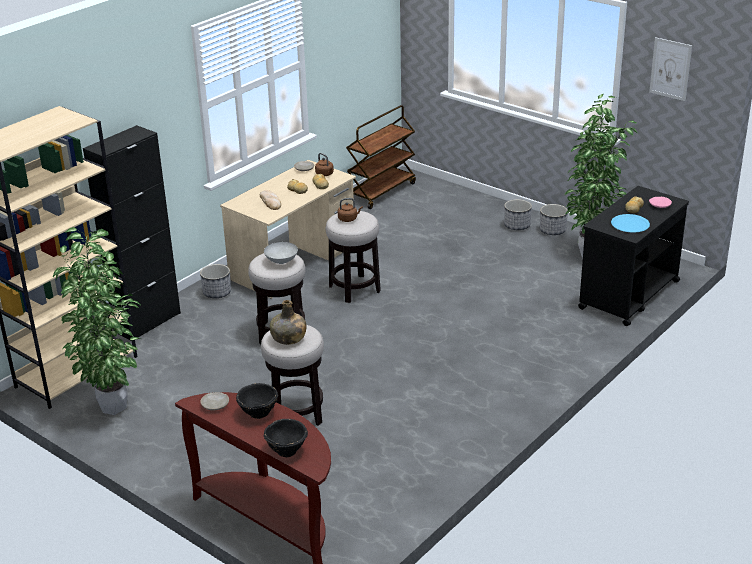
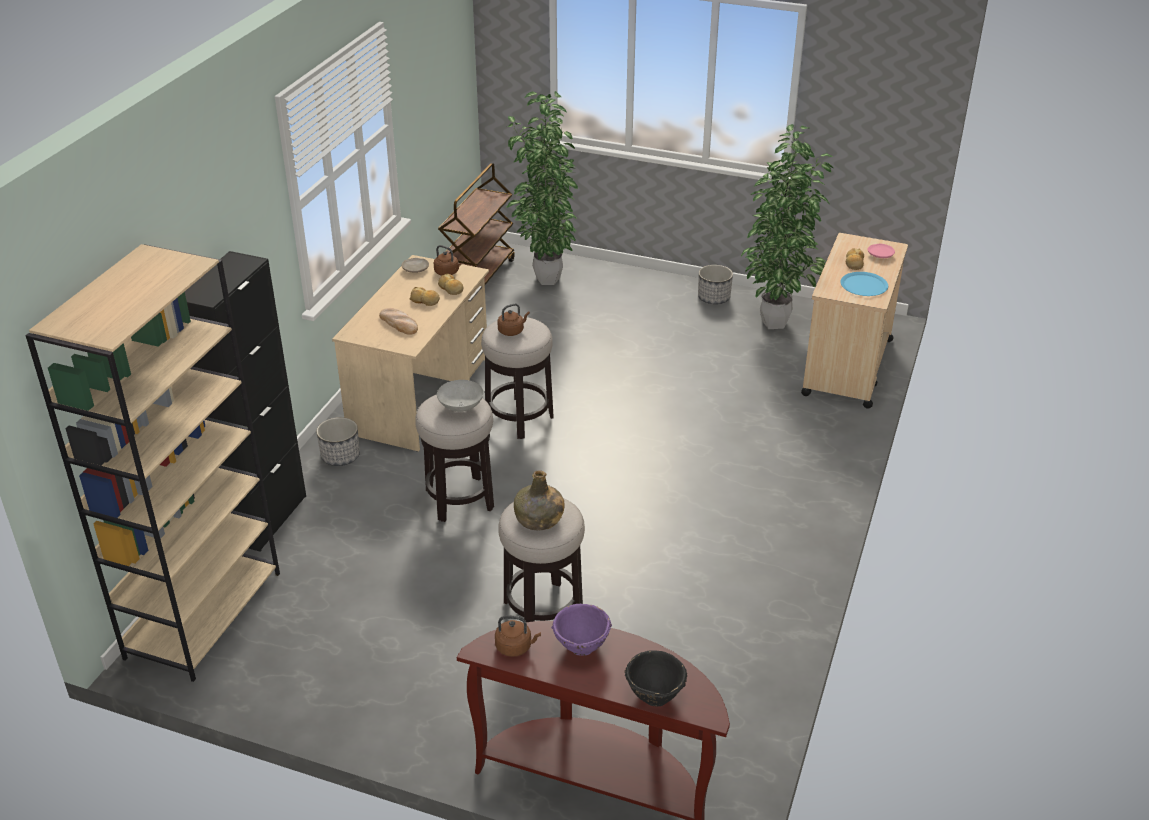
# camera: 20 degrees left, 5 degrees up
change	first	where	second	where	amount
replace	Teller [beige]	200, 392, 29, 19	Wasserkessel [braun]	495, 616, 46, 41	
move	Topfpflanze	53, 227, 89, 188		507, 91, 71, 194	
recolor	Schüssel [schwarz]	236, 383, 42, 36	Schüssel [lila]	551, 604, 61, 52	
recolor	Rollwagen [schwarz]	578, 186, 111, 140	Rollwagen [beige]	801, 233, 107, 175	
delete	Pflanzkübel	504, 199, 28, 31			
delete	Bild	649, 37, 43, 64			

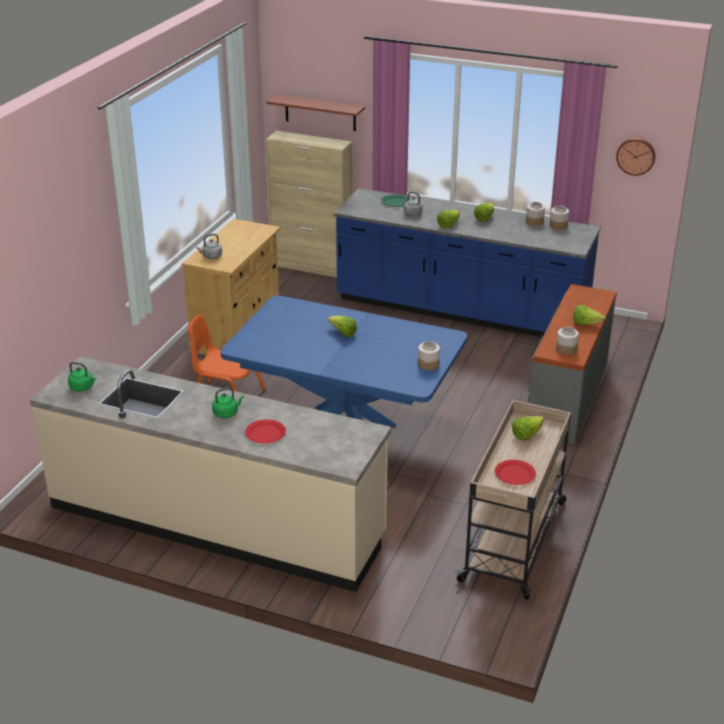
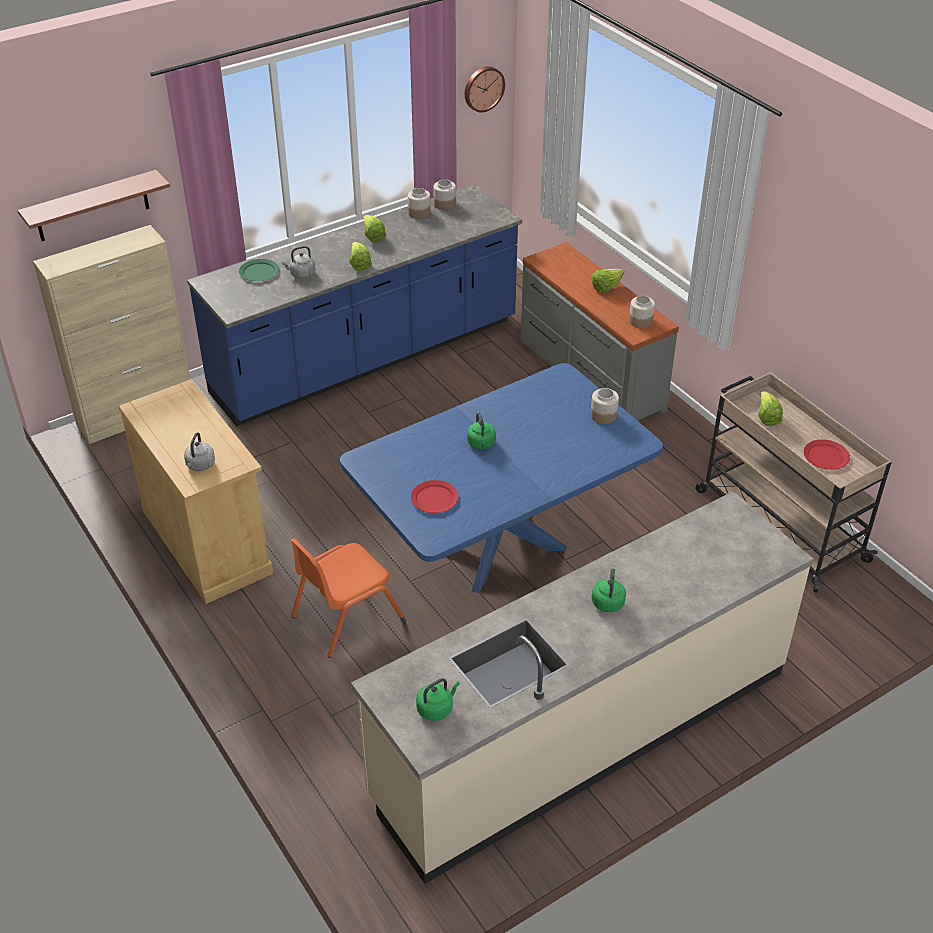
# camera: 55 degrees left, 10 degrees up
change	first	where	second	where	amount
move	Teller [rot]	245, 420, 41, 23		411, 480, 48, 33	
replace	Salatkopf	327, 316, 30, 21	Wasserkessel [grün]	467, 412, 29, 37	

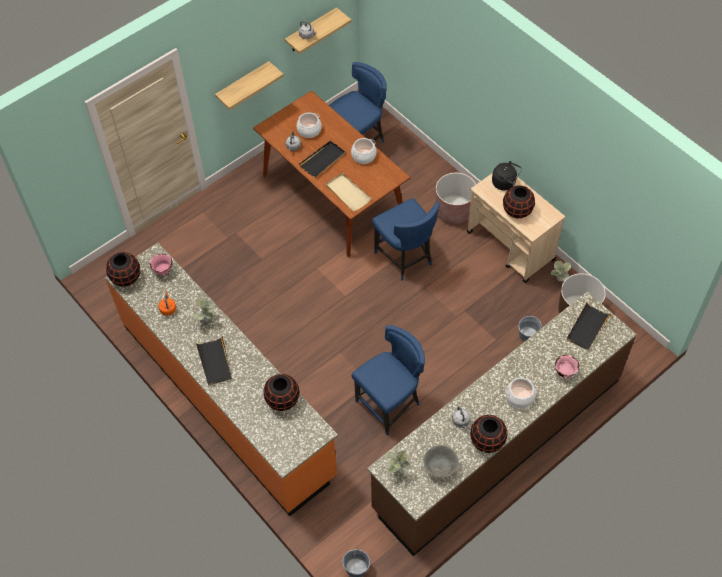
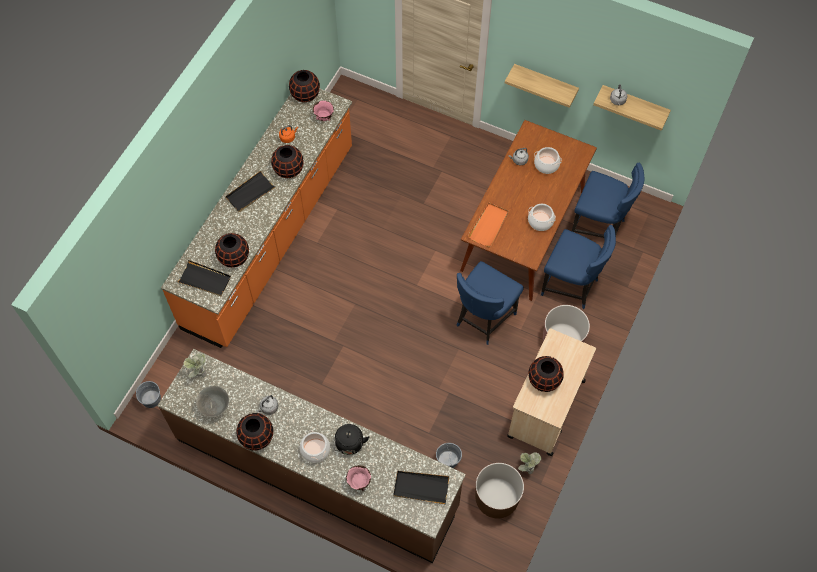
# camera: 65 degrees right, 5 degrees up
change	first	where	second	where	amount
move	Tablett [schwarz]	299, 141, 46, 36		178, 260, 53, 36	
replace	Topfpflanze	192, 297, 23, 26	Vase [schwarz]	271, 145, 33, 33	
move	Wasserkessel [schwarz]	492, 161, 29, 30		334, 424, 35, 31	
recolor	Tablett [beige]	326, 173, 46, 38	Tablett [orange]	468, 203, 40, 44	
move	Stuhl [blau]	351, 325, 74, 111		541, 225, 75, 84	

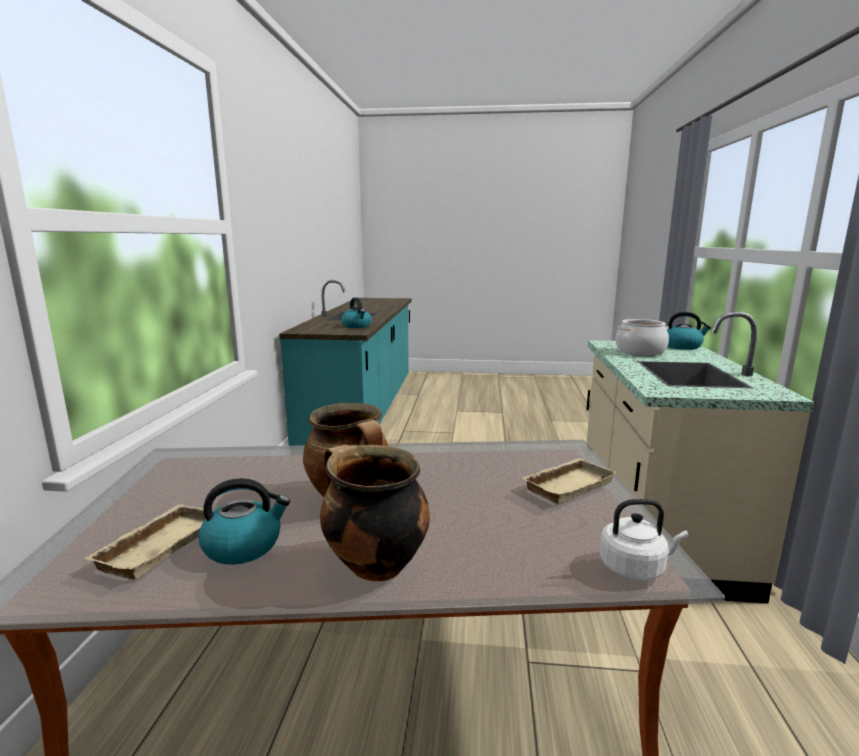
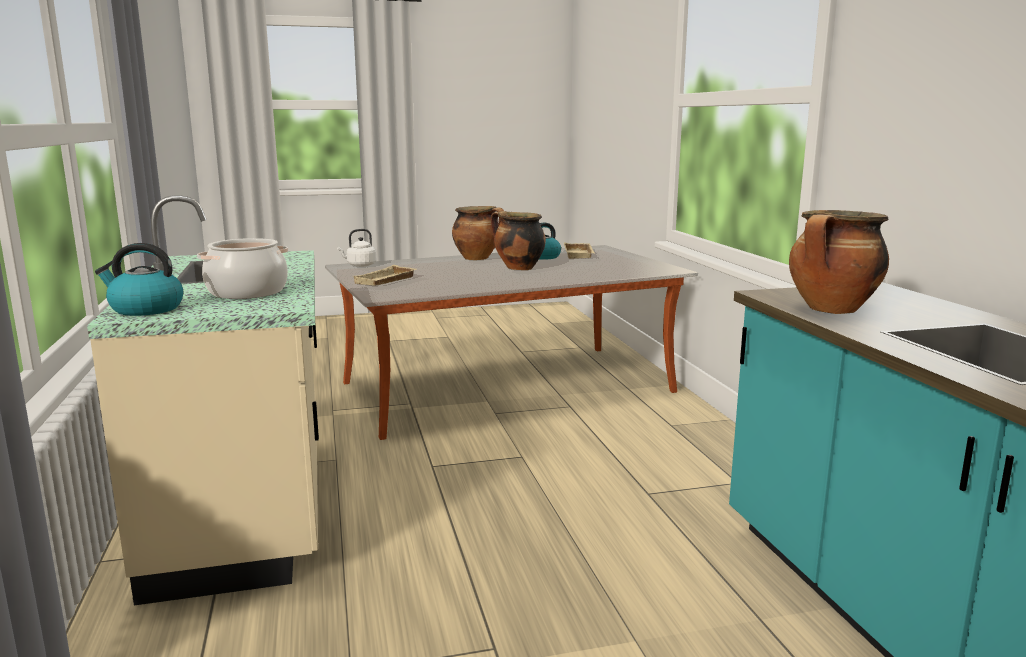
# camera: 160 degrees right, 0 degrees up
change	first	where	second	where	amount
replace	Wasserkessel	341, 298, 31, 30	Kochtopf	789, 210, 100, 104	

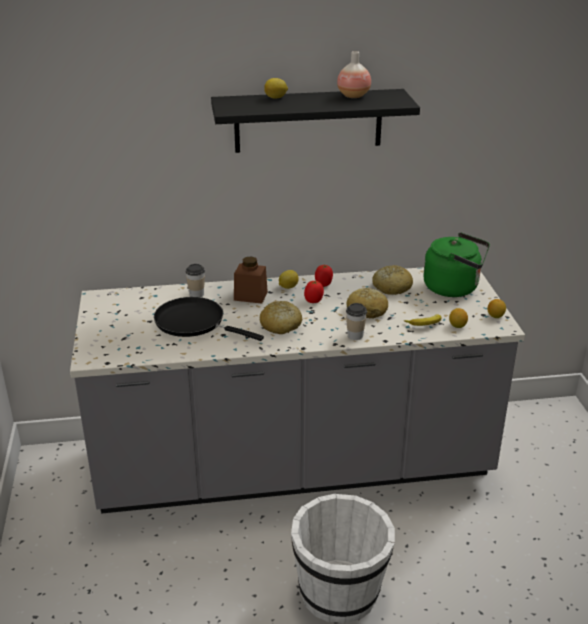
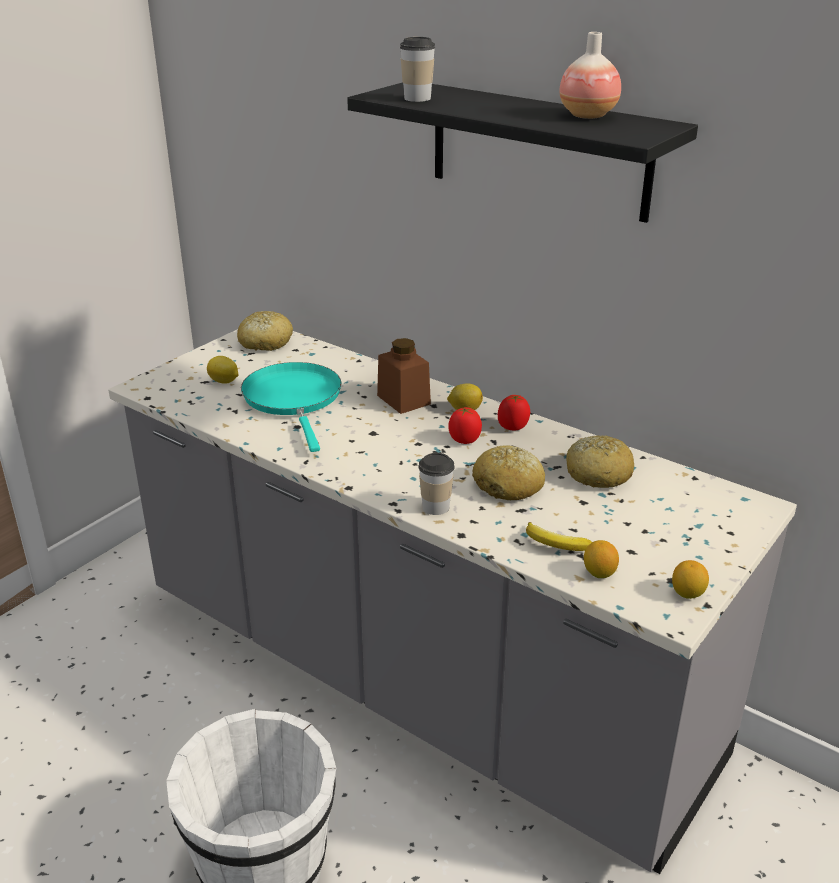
# camera: 45 degrees right, 0 degrees up
change	first	where	second	where	amount
move	Zitrone	264, 78, 24, 21		207, 356, 31, 28	
move	Brot	260, 301, 43, 33		237, 311, 56, 40	
recolor	Pfanne [schwarz]	154, 297, 110, 44	Pfanne [türkis]	241, 362, 100, 90	
move	Tasse	185, 264, 20, 33		400, 37, 35, 65	
delete	Wasserkessel [grün]	423, 232, 67, 65			

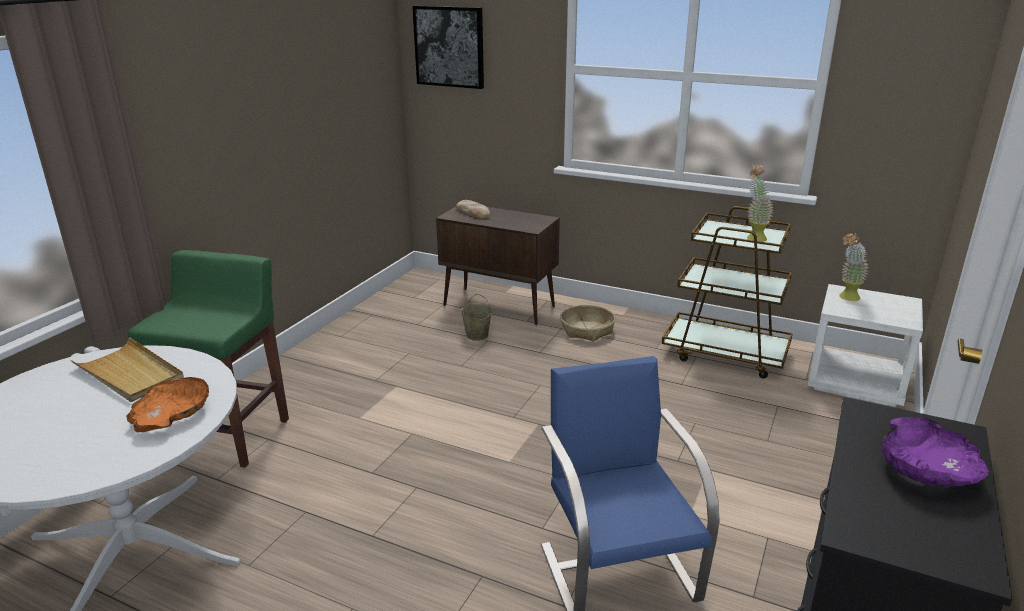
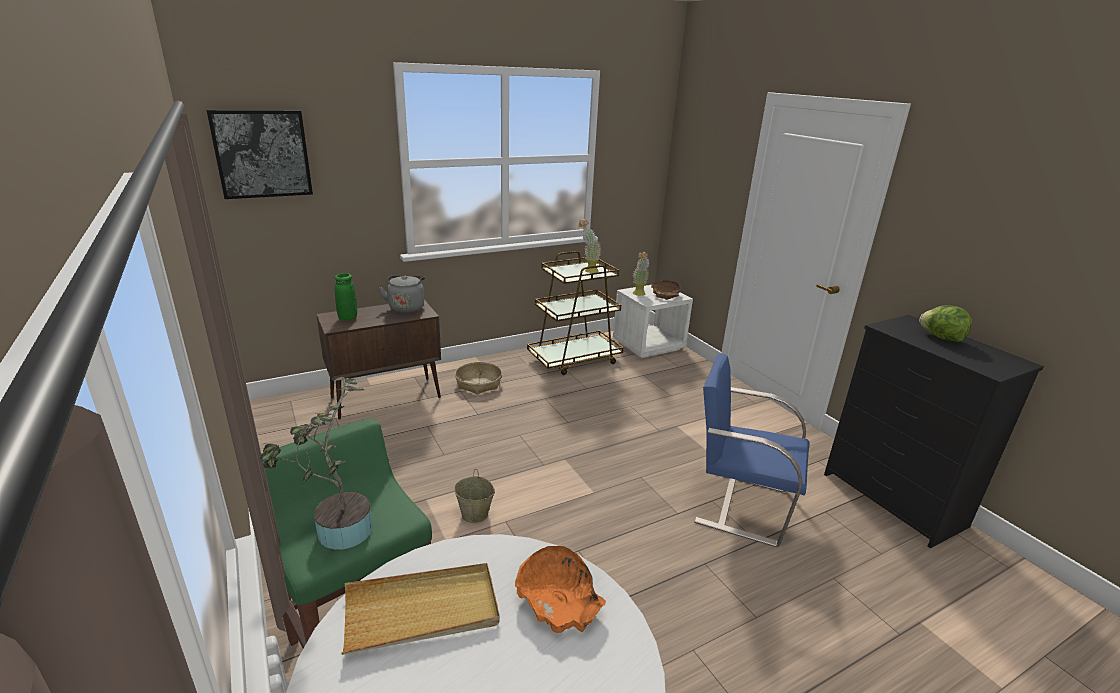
# camera: 55 degrees left, 0 degrees up
change	first	where	second	where	amount
insert			Topfpflanze	260, 377, 113, 173	
replace	Brot	456, 200, 34, 19	Vase [grün]	335, 273, 22, 47	
insert			Wasserkessel [grau]	379, 276, 46, 37	
move	Eimer [beige]	461, 294, 31, 47		454, 469, 41, 54	
insert			Schüssel [braun]	651, 280, 29, 20	
replace	Schüssel [lila]	881, 417, 108, 71	Salatkopf	919, 305, 53, 37	

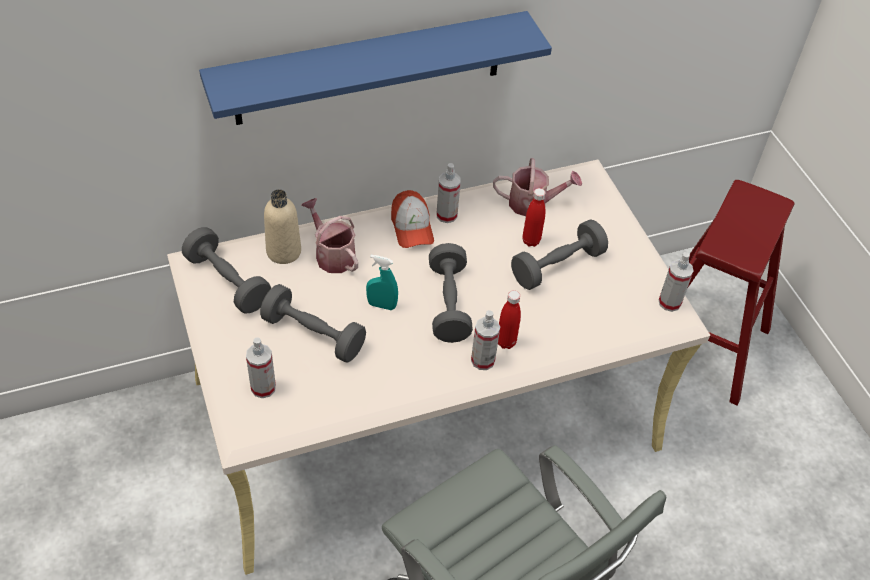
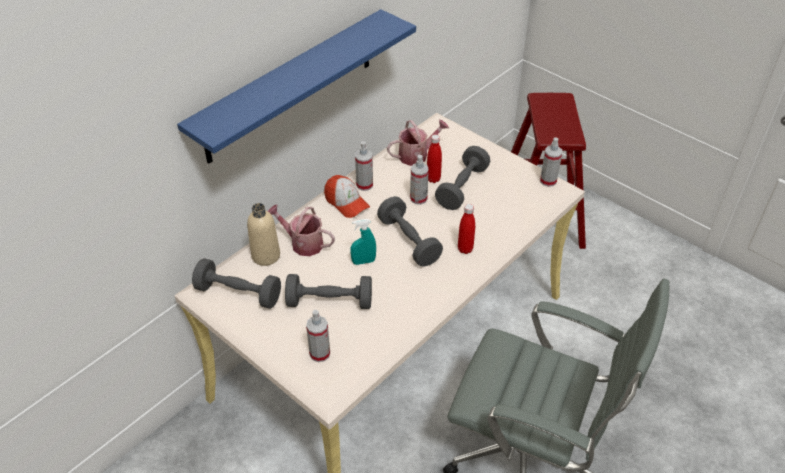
# camera: 25 degrees left, 5 degrees down
change	first	where	second	where	amount
move	Sprühflasche	471, 310, 29, 60		410, 155, 19, 50	

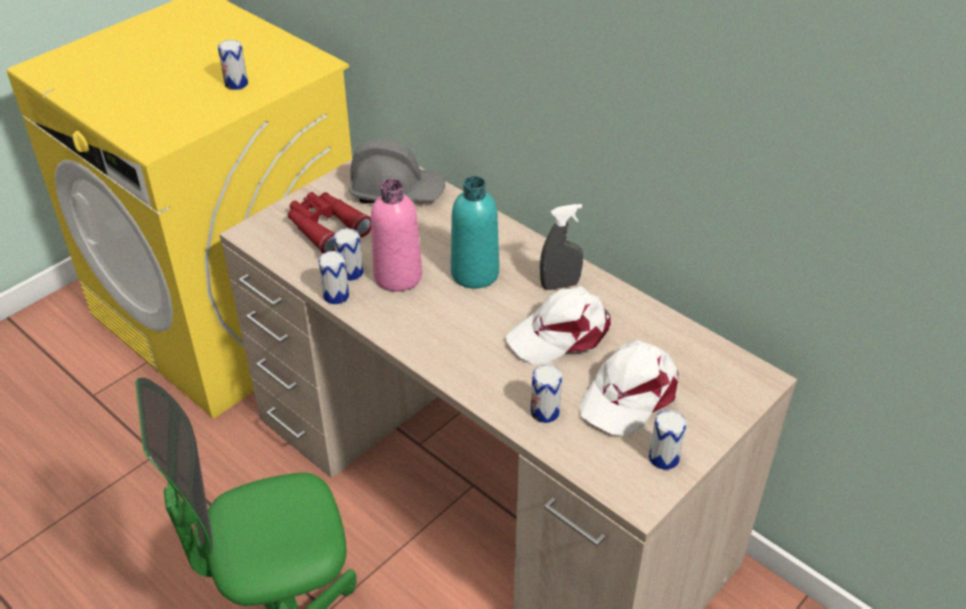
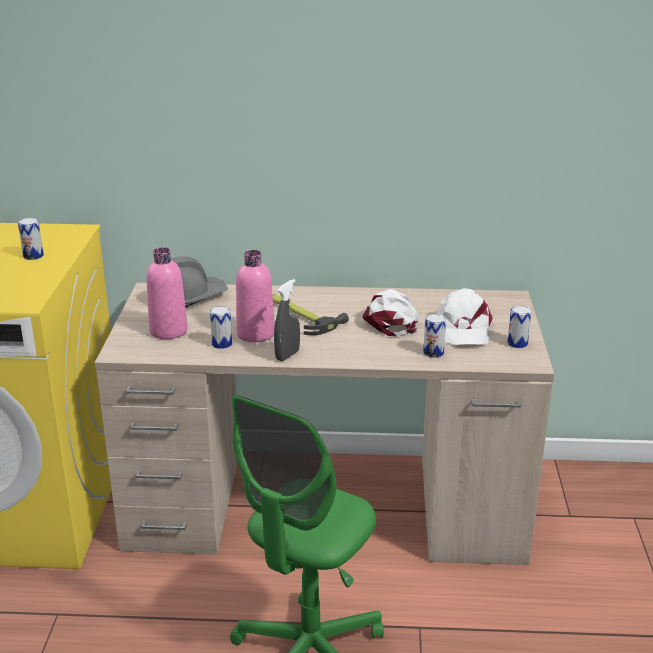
# camera: 40 degrees left, 15 degrees down
change	first	where	second	where	amount
replace	Fernglas [rot]	288, 192, 83, 62	Flasche [rosa]	146, 247, 42, 92	
replace	Flasche [türkis]	451, 176, 48, 113	Hammer	272, 294, 77, 41	
move	Sprühflasche [grau]	540, 204, 43, 86		274, 279, 26, 82	
rotate	Kappe [weiß]	505, 286, 106, 79		363, 289, 56, 48	150 degrees clockwise
delete	Dose	318, 251, 31, 53			

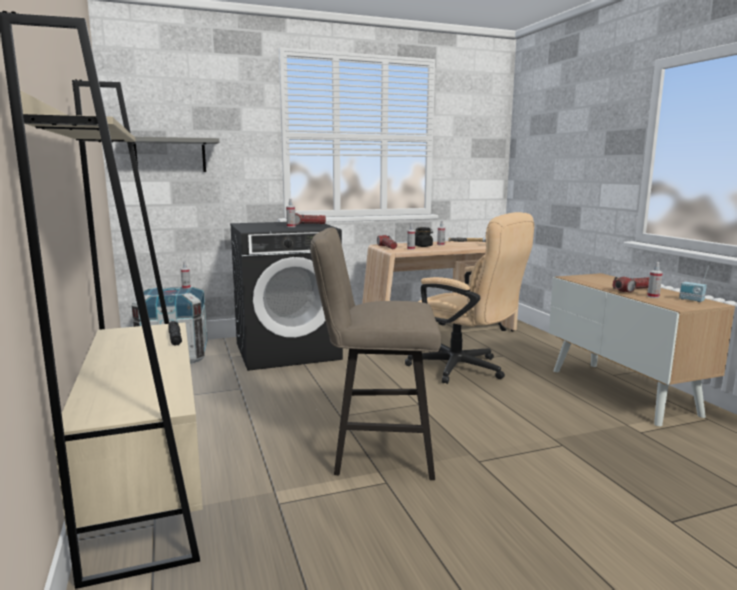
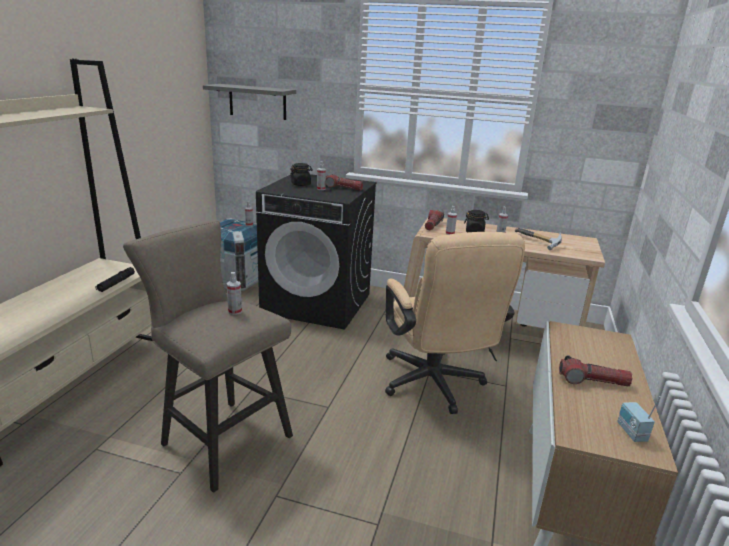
# camera: 35 degrees right, 10 degrees up
change	first	where	second	where	amount
move	Sprühflasche	647, 262, 16, 36		227, 272, 15, 43	
insert			Vorratsglas [schwarz]	290, 163, 23, 23	

